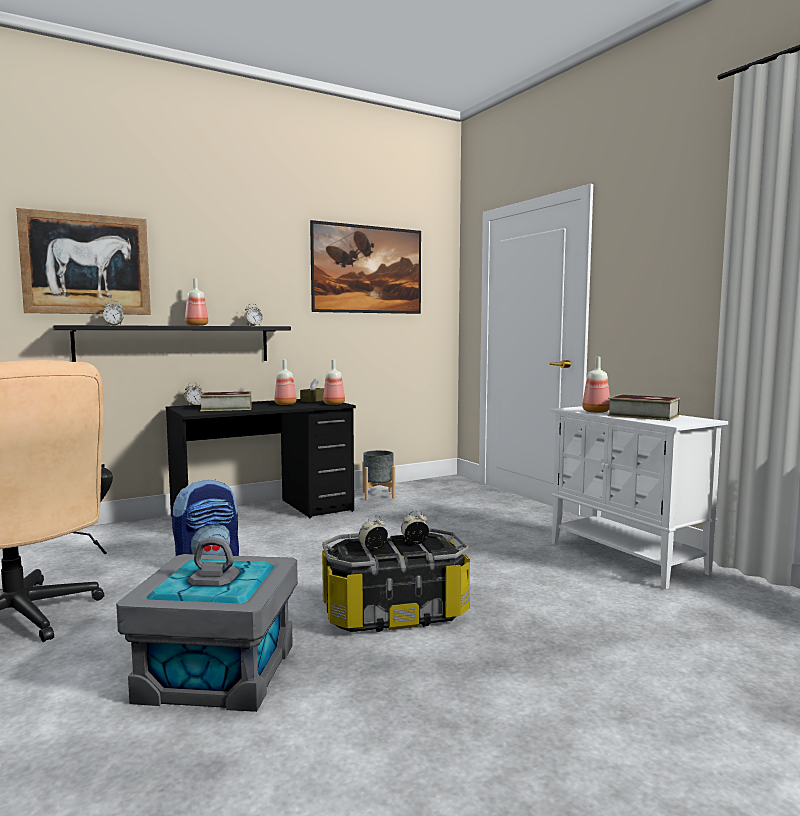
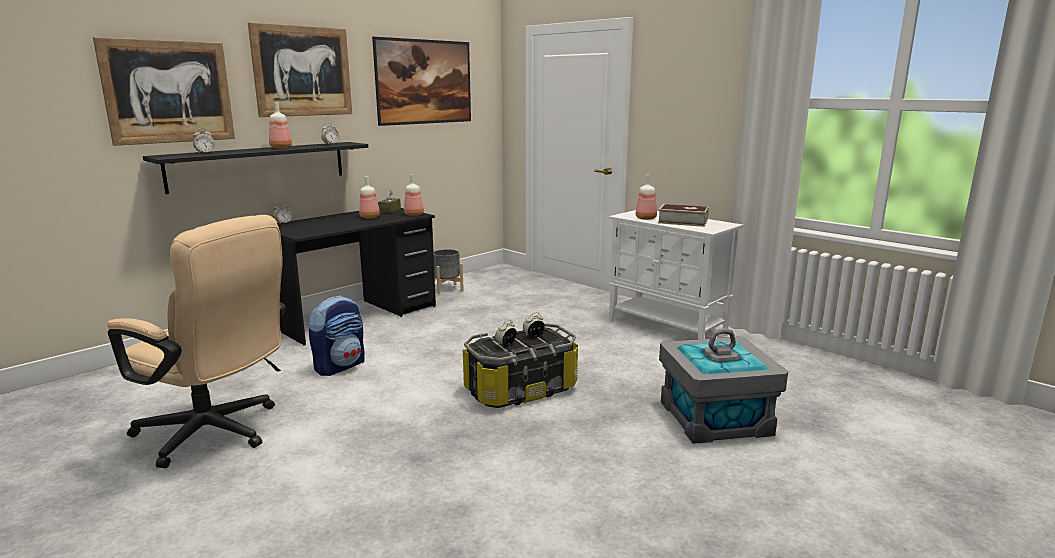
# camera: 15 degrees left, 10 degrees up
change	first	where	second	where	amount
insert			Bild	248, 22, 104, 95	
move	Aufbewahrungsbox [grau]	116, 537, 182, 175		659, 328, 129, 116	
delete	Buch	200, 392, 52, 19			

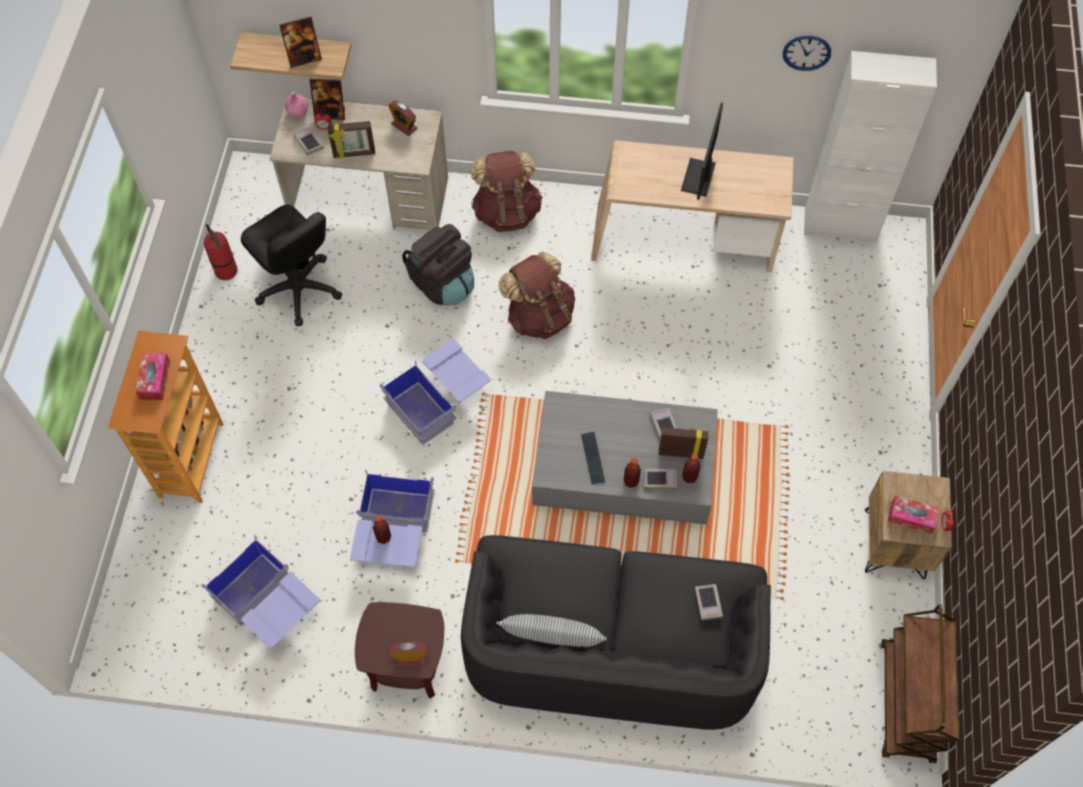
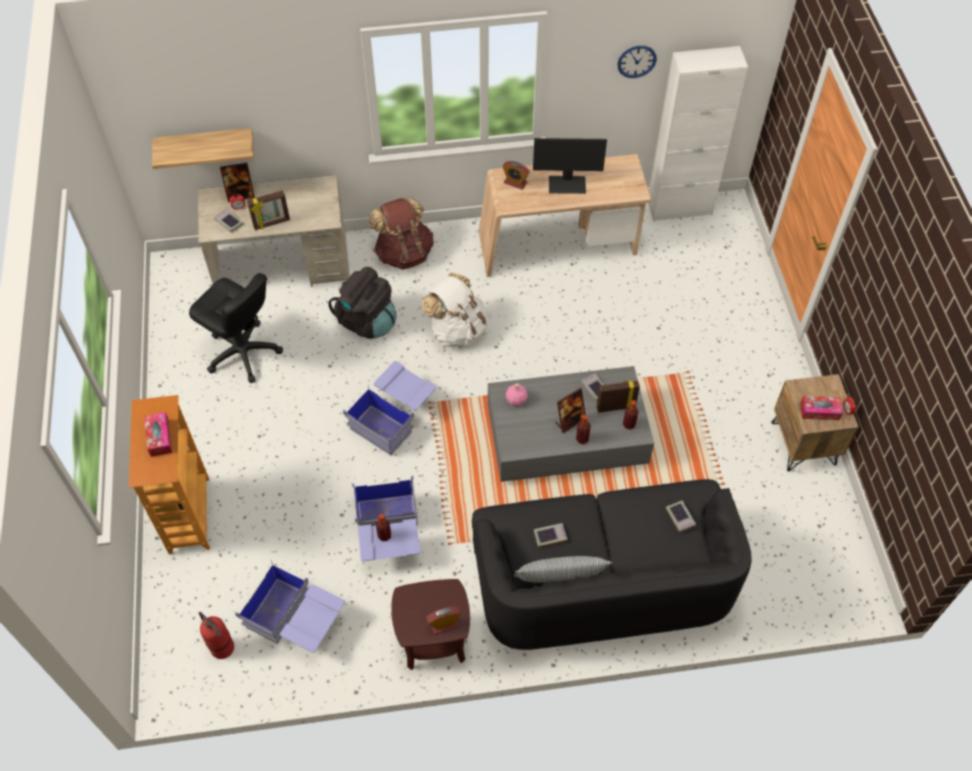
# camera: 15 degrees left, 5 degrees down
change	first	where	second	where	amount
move	Feuerlöscher	204, 224, 34, 56		199, 612, 35, 47	
recolor	Rucksack [braun]	499, 252, 76, 87	Rucksack [weiß]	421, 273, 67, 74	
move	Wecker	388, 101, 29, 35		502, 161, 28, 29	
move	Flasche [rosa]	285, 91, 23, 27		506, 383, 22, 23	
rotate	Monitor	681, 103, 42, 97		533, 138, 74, 56	90 degrees counterclockwise
move	Buch	644, 469, 33, 20		534, 523, 33, 25	
move	Bilderrahmen	279, 16, 43, 52		555, 388, 31, 45	
delete	Tastatur	581, 432, 24, 52			
delete	Rollwagen [braun]	881, 605, 79, 159			

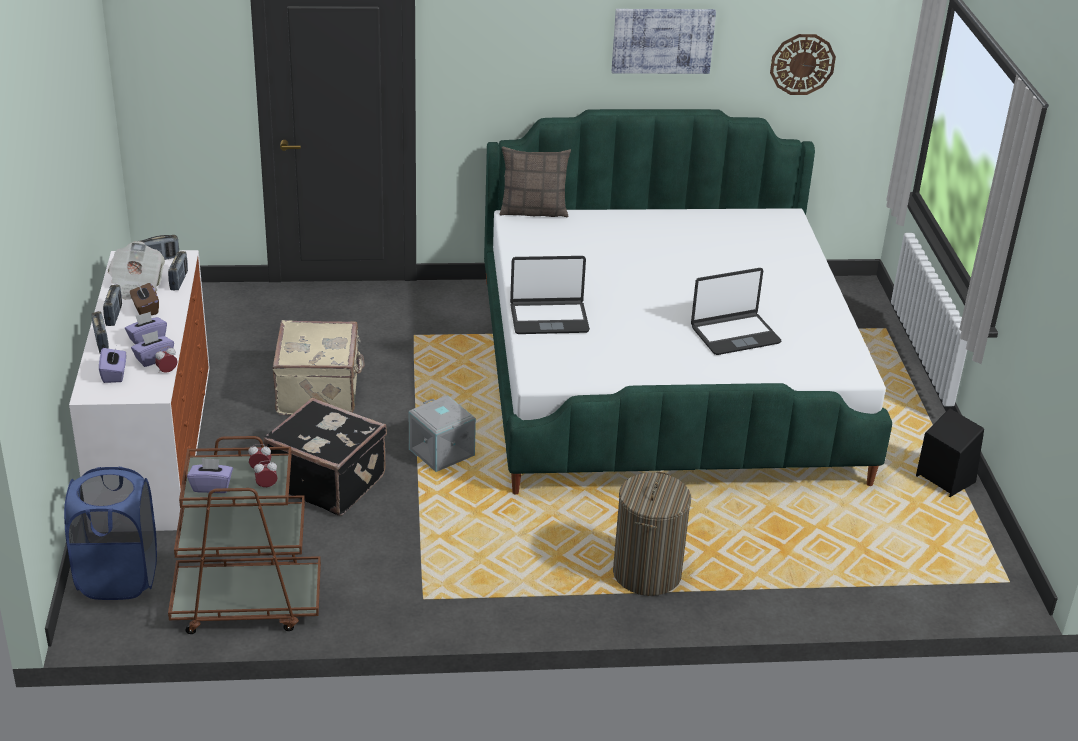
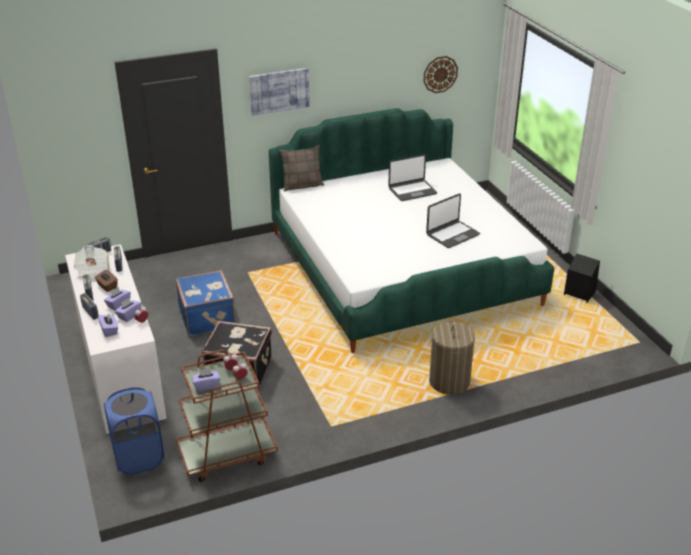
# camera: 15 degrees left, 0 degrees up
change	first	where	second	where	amount
recolor	Koffer [beige]	273, 320, 92, 95	Koffer [blau]	176, 270, 60, 66	
move	Bild	612, 9, 104, 65		249, 68, 61, 48	
move	Laptop	510, 256, 80, 78		388, 154, 49, 47	
delete	Aufbewahrungsbox [grau]	409, 395, 67, 77			

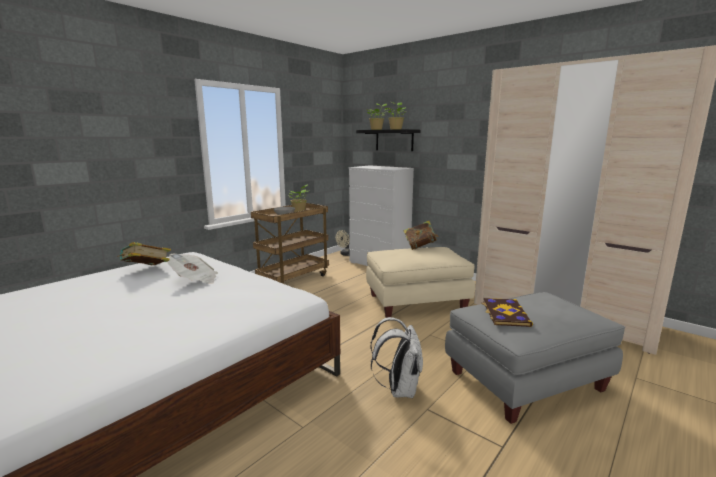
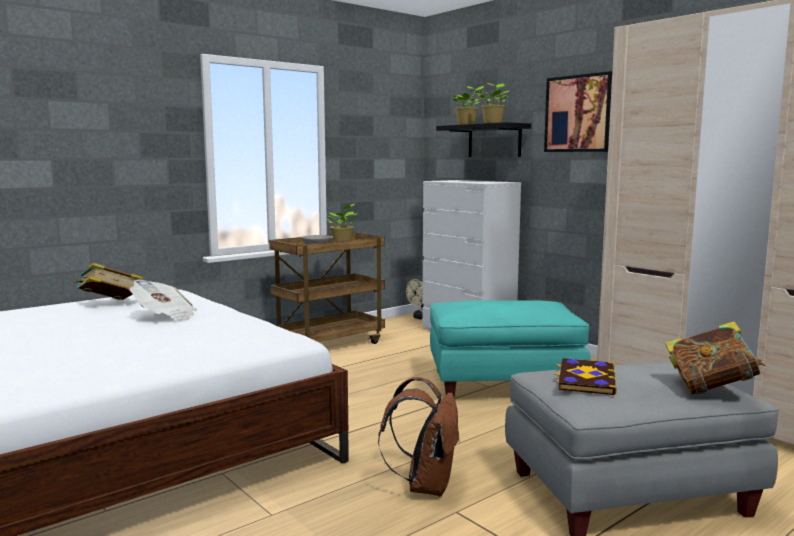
# camera: 10 degrees right, 5 degrees down
change	first	where	second	where	amount
recolor	Rucksack [weiß]	370, 317, 53, 81	Rucksack [braun]	378, 377, 82, 120	
recolor	Polsterhocker [beige]	366, 247, 109, 71	Polsterhocker [türkis]	430, 300, 160, 98	
insert			Bild	544, 71, 68, 81	
move	Buch	403, 221, 36, 29		665, 321, 101, 74	

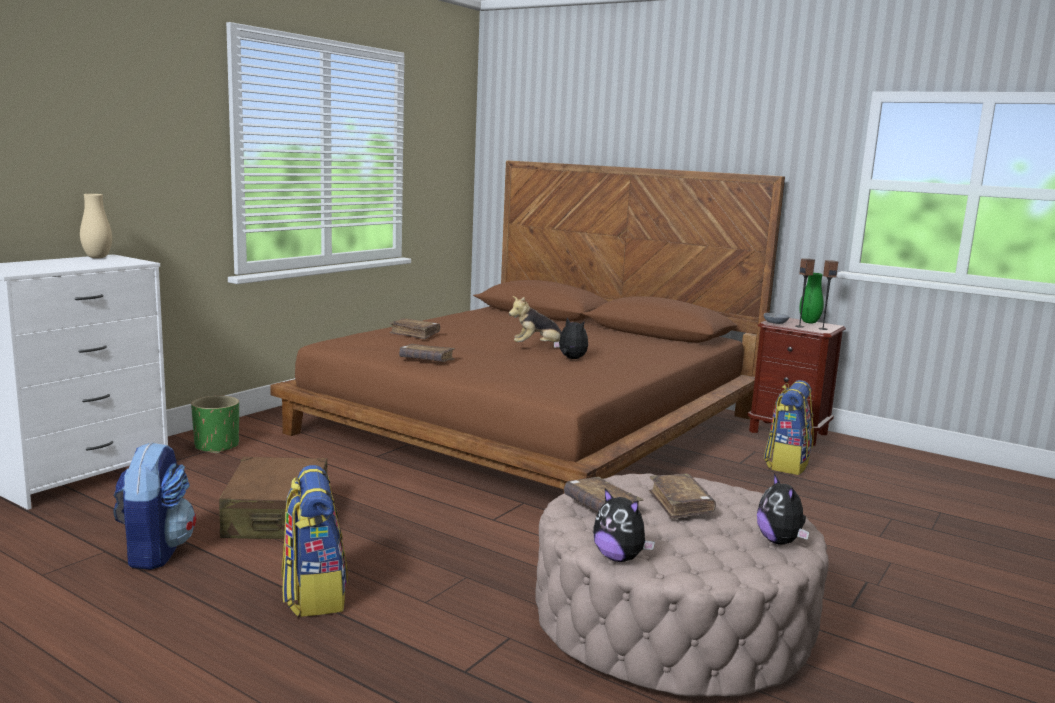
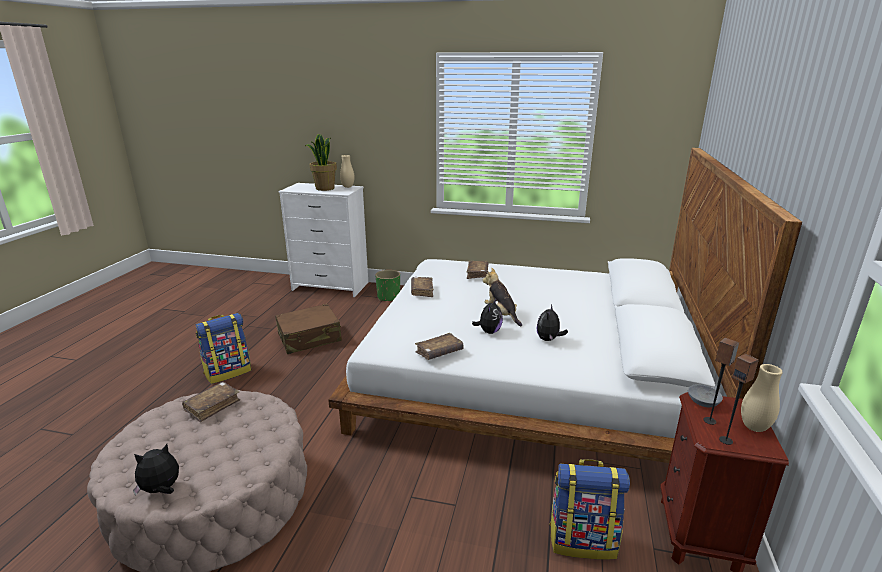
# camera: 70 degrees right, 10 degrees up
change	first	where	second	where	amount
insert			Topfpflanze	305, 134, 32, 57	
recolor	Bett [braun]	270, 160, 515, 334	Bett [weiß]	328, 148, 474, 315	
move	Buch [braun]	649, 474, 67, 45		415, 333, 49, 27	
move	Plüschtier	593, 489, 62, 73		537, 304, 31, 37	
recolor	Vase [grün]	799, 273, 25, 50	Vase [beige]	741, 364, 42, 68	
delete	Rucksack	113, 442, 83, 128			

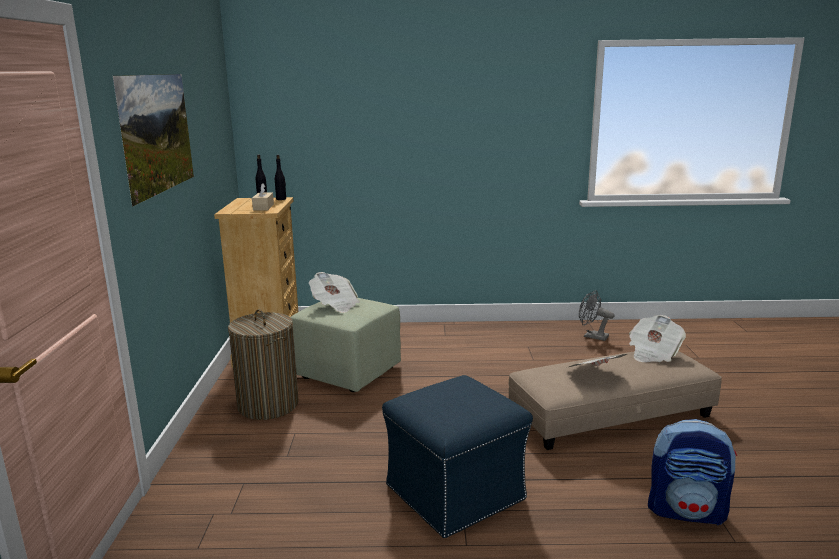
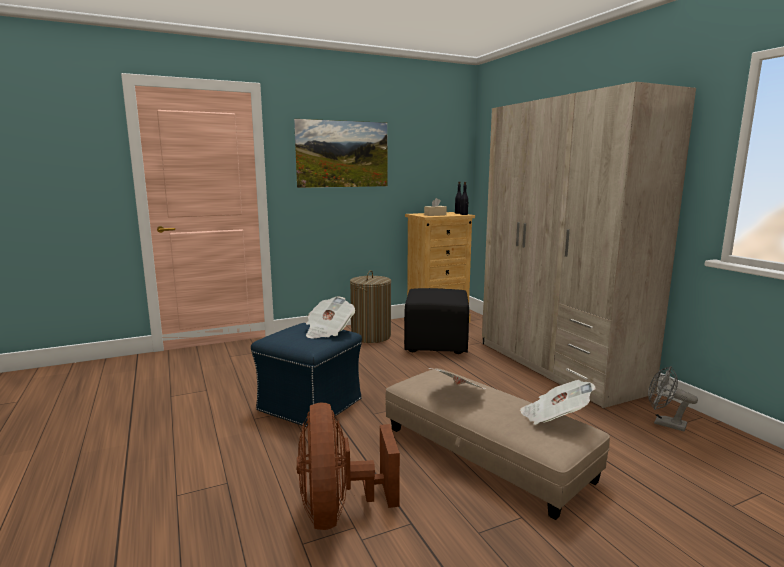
# camera: 65 degrees right, 5 degrees down
change	first	where	second	where	amount
replace	Rucksack	648, 419, 89, 106	Ventilator [braun]	297, 402, 103, 128	
move	Zeitung	309, 272, 51, 41		306, 297, 49, 41	
recolor	Polsterhocker [grün]	290, 298, 111, 94	Polsterhocker [schwarz]	404, 288, 65, 66	
insert			Kleiderschrank [beige]	482, 82, 214, 326	
rotate	Ventilator [grau]	579, 290, 36, 51		648, 366, 50, 65	60 degrees counterclockwise

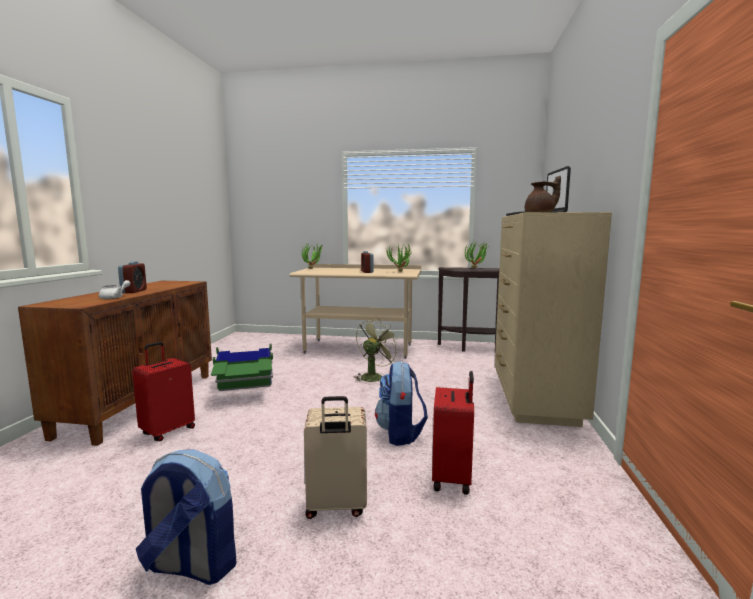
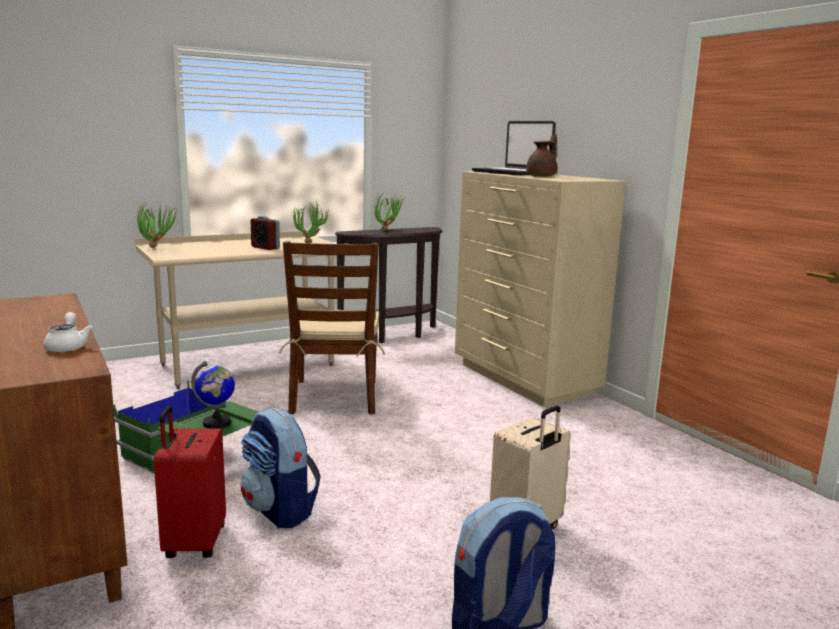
# camera: 40 degrees left, 5 degrees up
change	first	where	second	where	amount
insert			Globus	191, 361, 44, 68	
move	Rucksack	375, 361, 53, 85		241, 408, 80, 120	
replace	Ventilator [grün]	353, 318, 47, 64	Stuhl [braun]	279, 241, 106, 174	
delete	Wecker	118, 261, 29, 32			
delete	Koffer [rot]	432, 371, 42, 124			

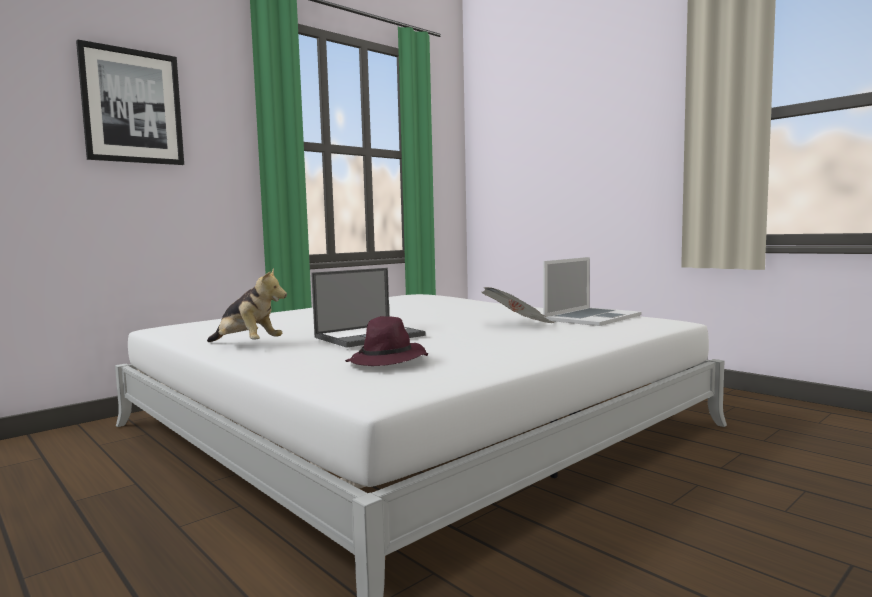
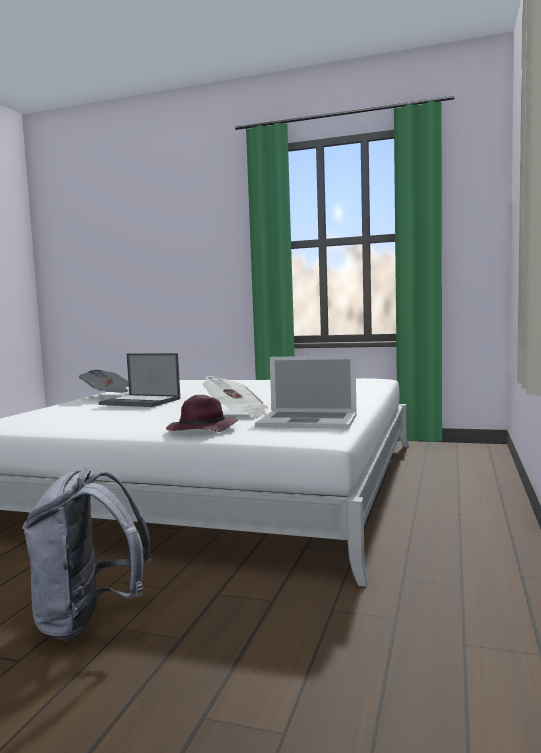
# camera: 60 degrees right, 0 degrees up
change	first	where	second	where	amount
insert			Rucksack [grau]	22, 468, 130, 173	
replace	Plüschtier	207, 268, 80, 74	Zeitung	79, 370, 50, 23	
move	Hut [lila]	345, 316, 83, 50		166, 395, 72, 37	
delete	Bild	76, 39, 108, 126			

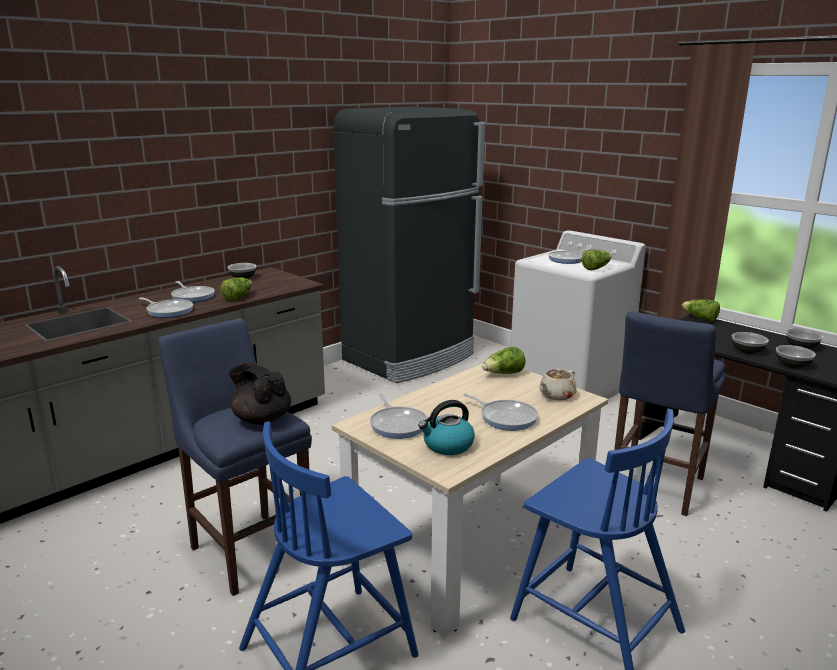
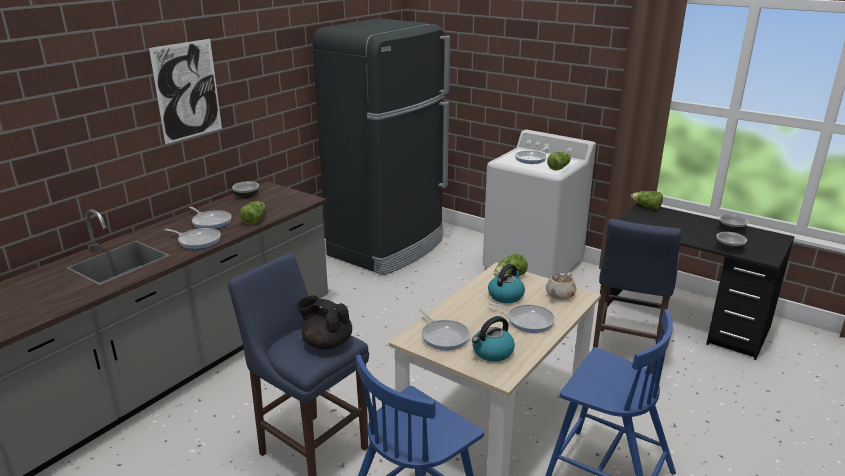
# camera: 10 degrees left, 5 degrees up
change	first	where	second	where	amount
insert			Bild	149, 39, 73, 105	
insert			Wasserkessel	488, 264, 37, 39	
delete	Schüssel	732, 332, 37, 22			

